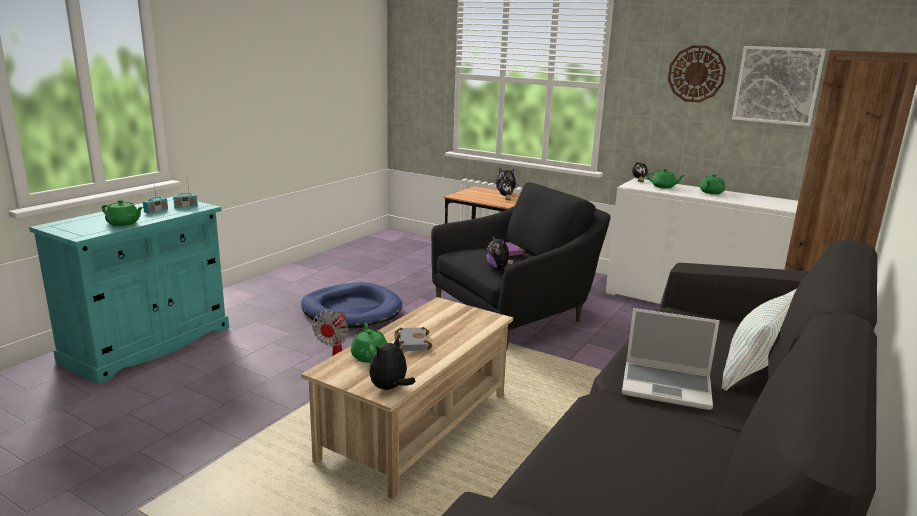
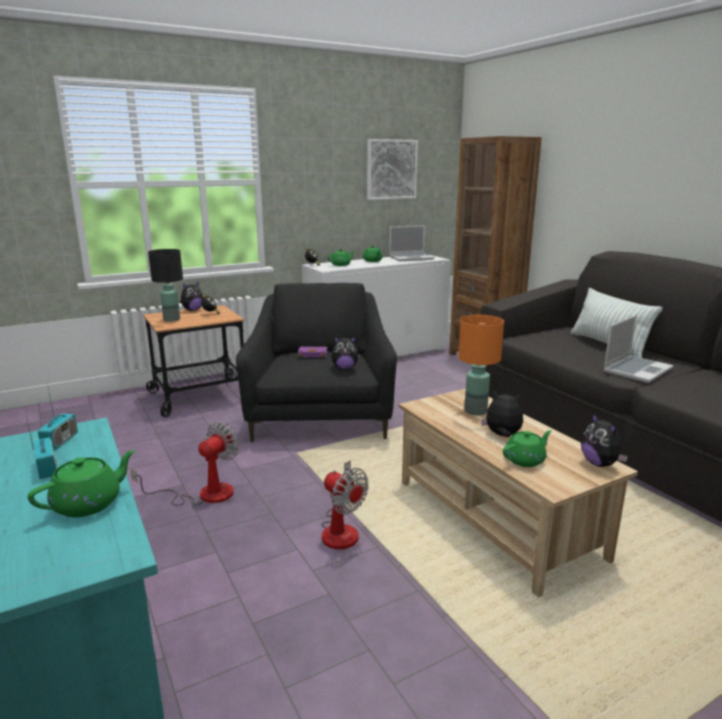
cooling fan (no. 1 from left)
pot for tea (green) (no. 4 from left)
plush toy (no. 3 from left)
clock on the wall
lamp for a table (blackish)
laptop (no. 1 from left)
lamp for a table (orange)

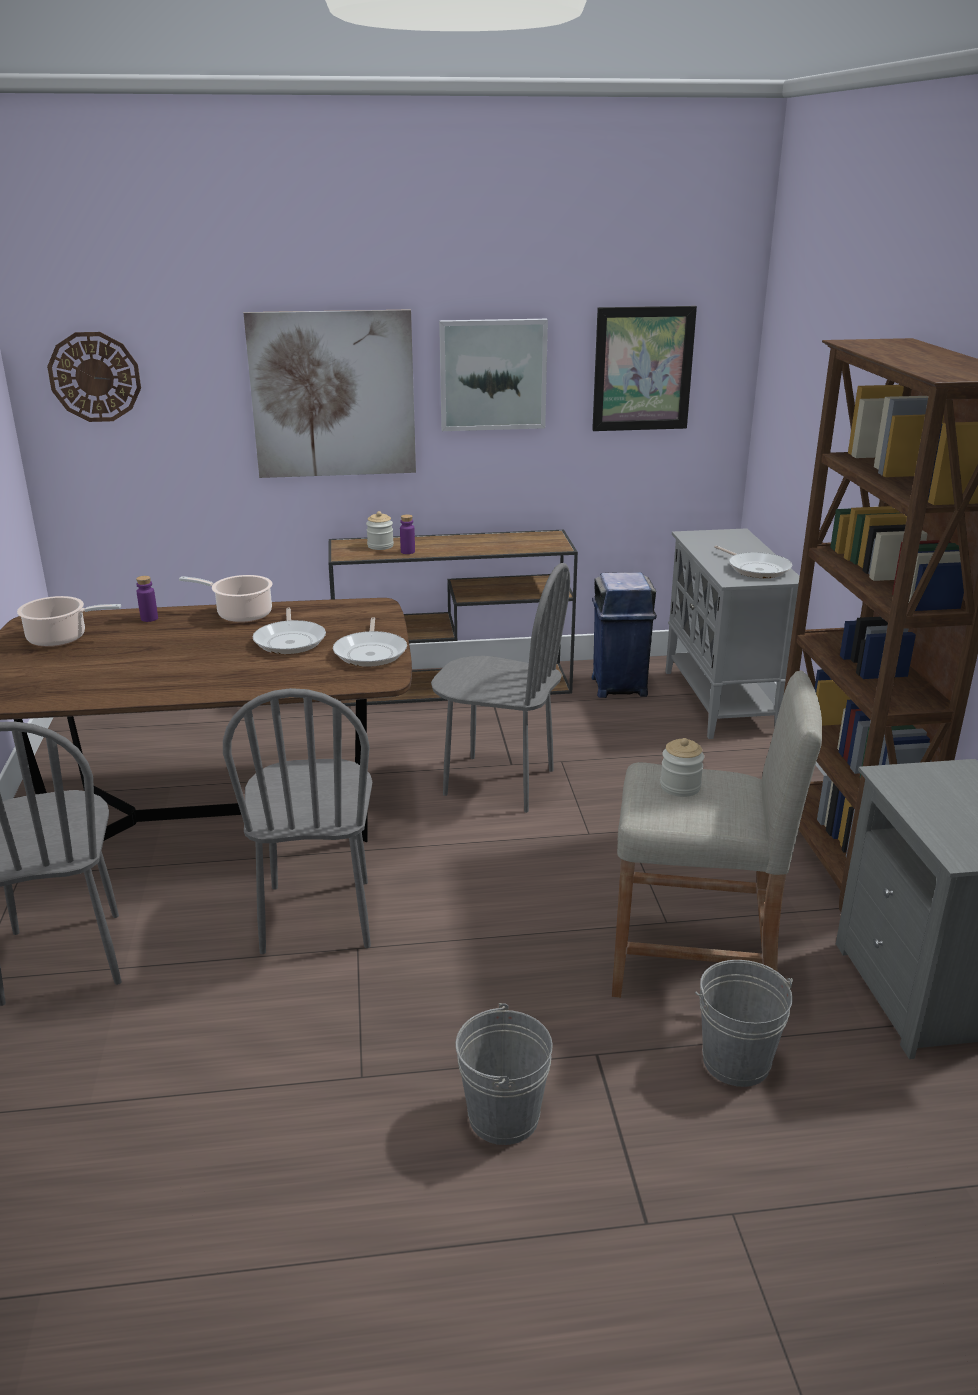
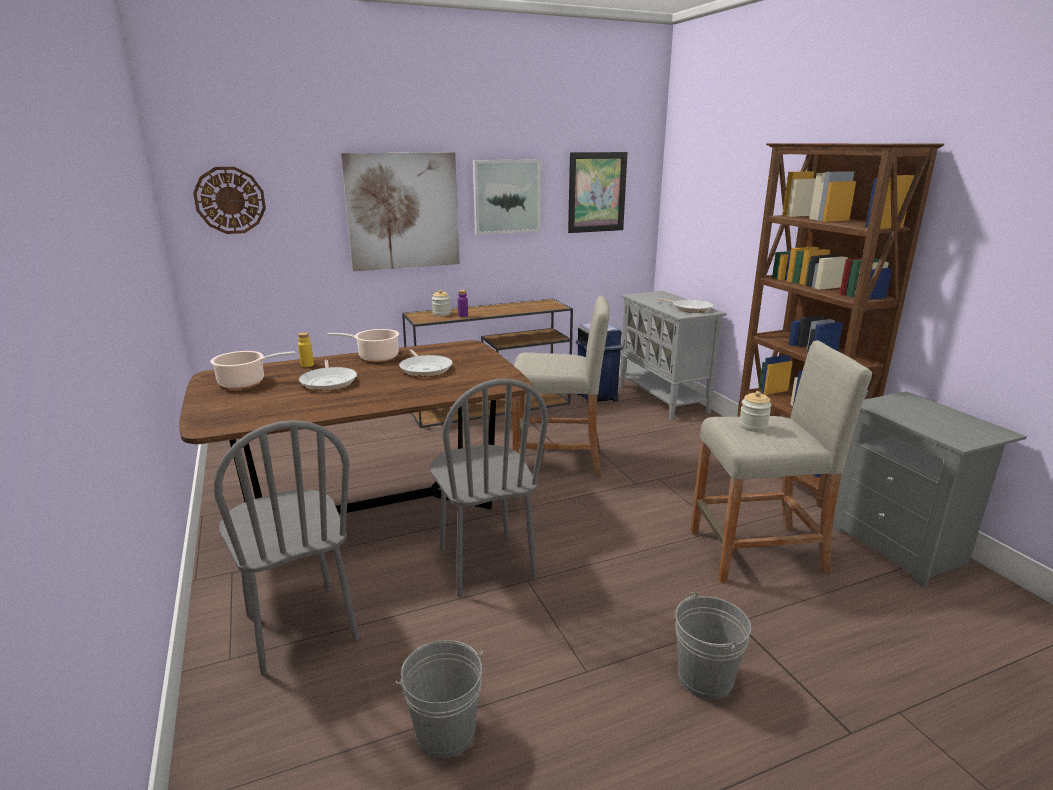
beverage bottle (yellow-coloured)
skillet (no. 1 from left)
sitting stool (beige) (no. 1 from left)
bucket (grey) (no. 1 from left)

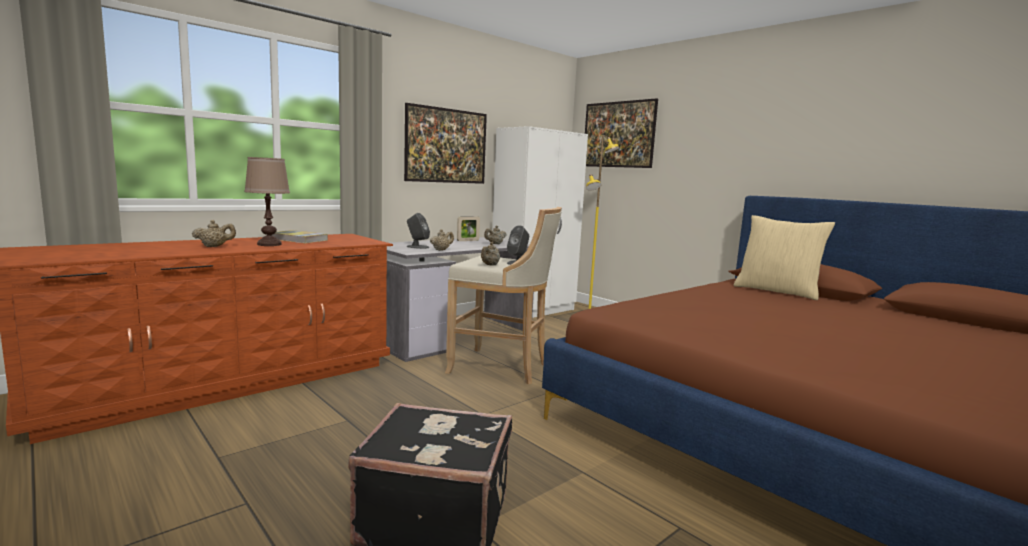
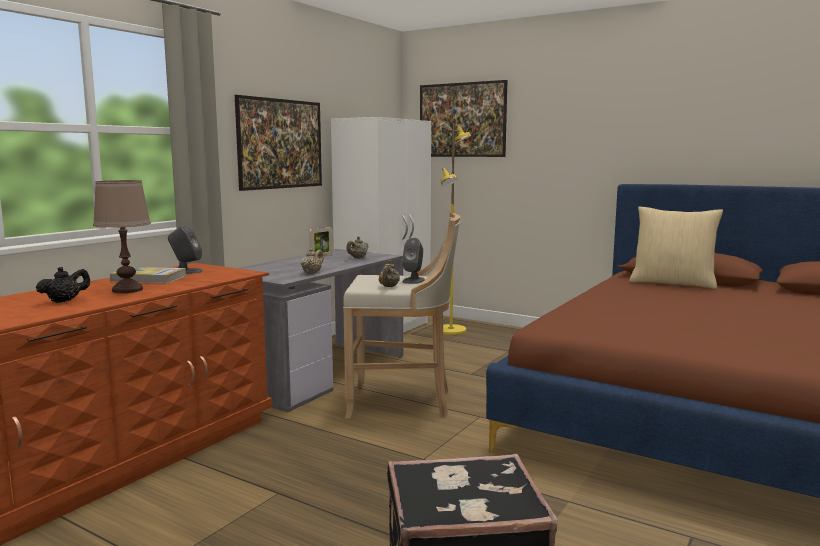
pot for tea (blackish)
audio speaker (grey) (no. 1 from left)

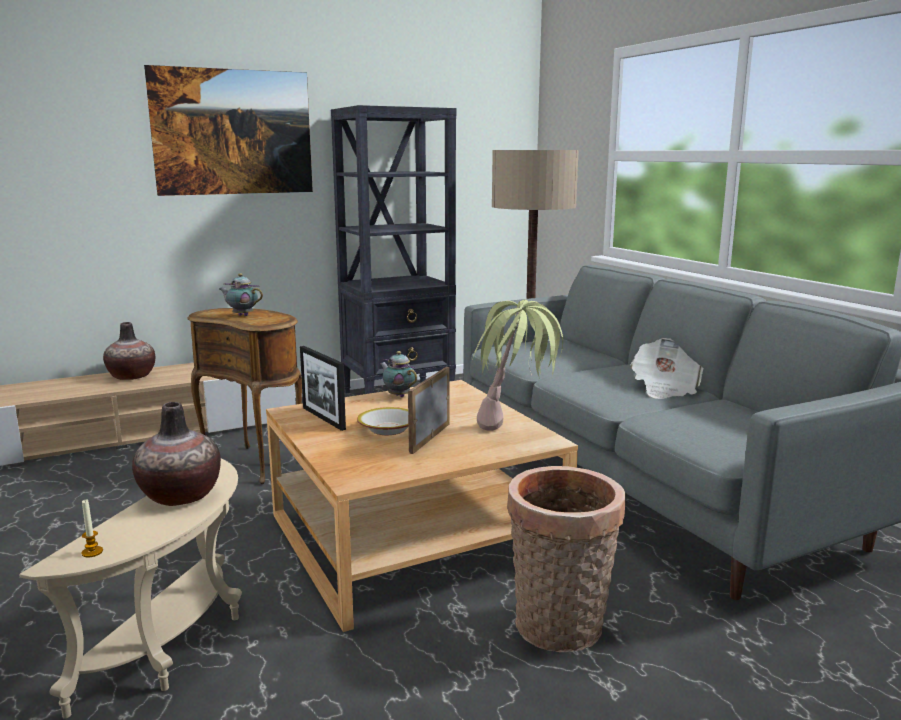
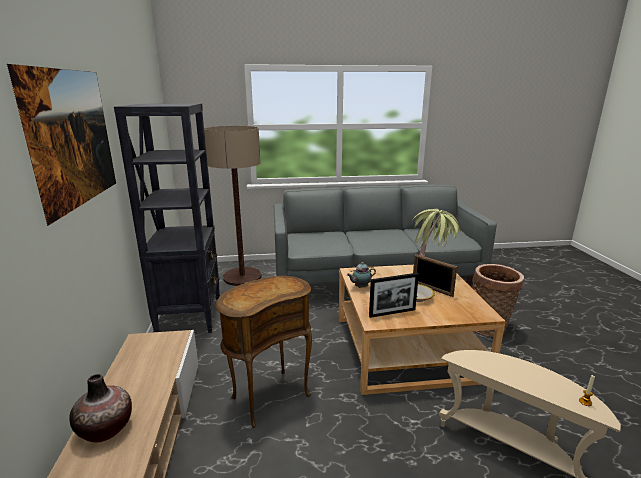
vase (no. 2 from left in the first image)
pot for tea (no. 1 from left in the first image)
newspaper

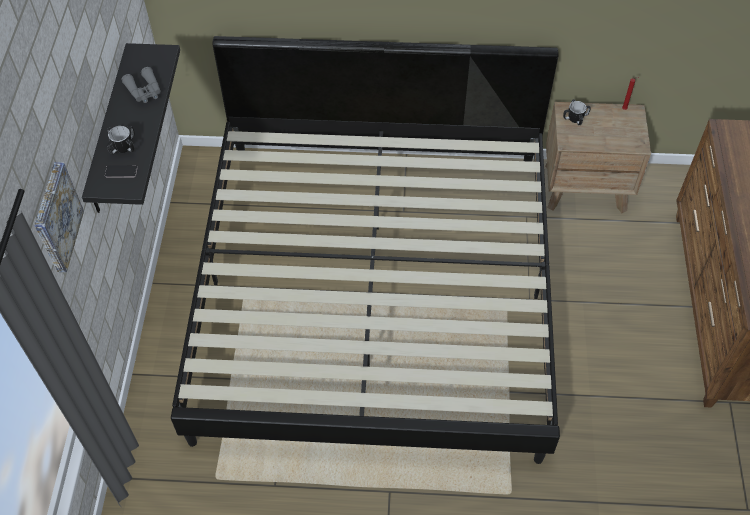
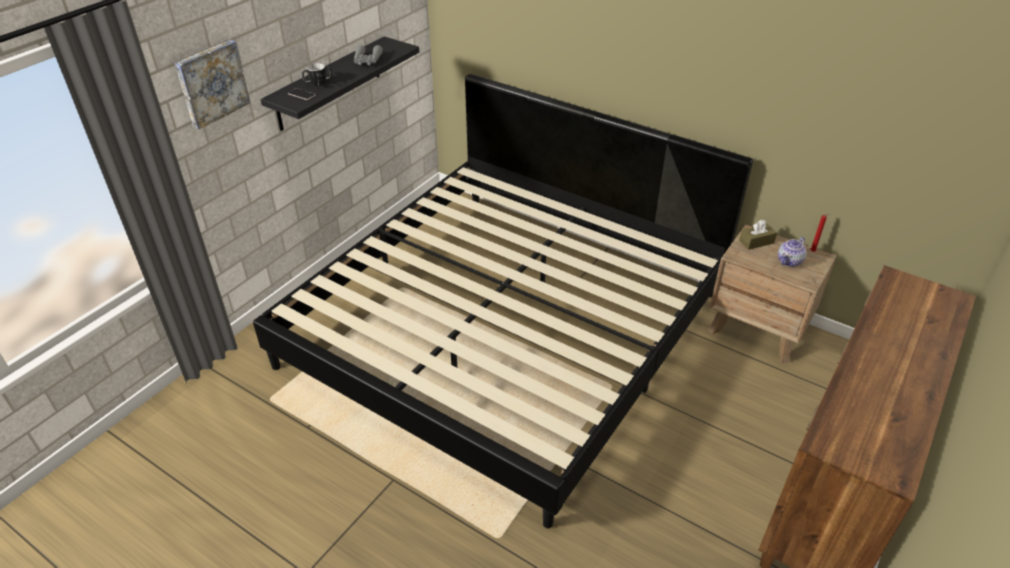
tissue holder (brownish)
pot for tea

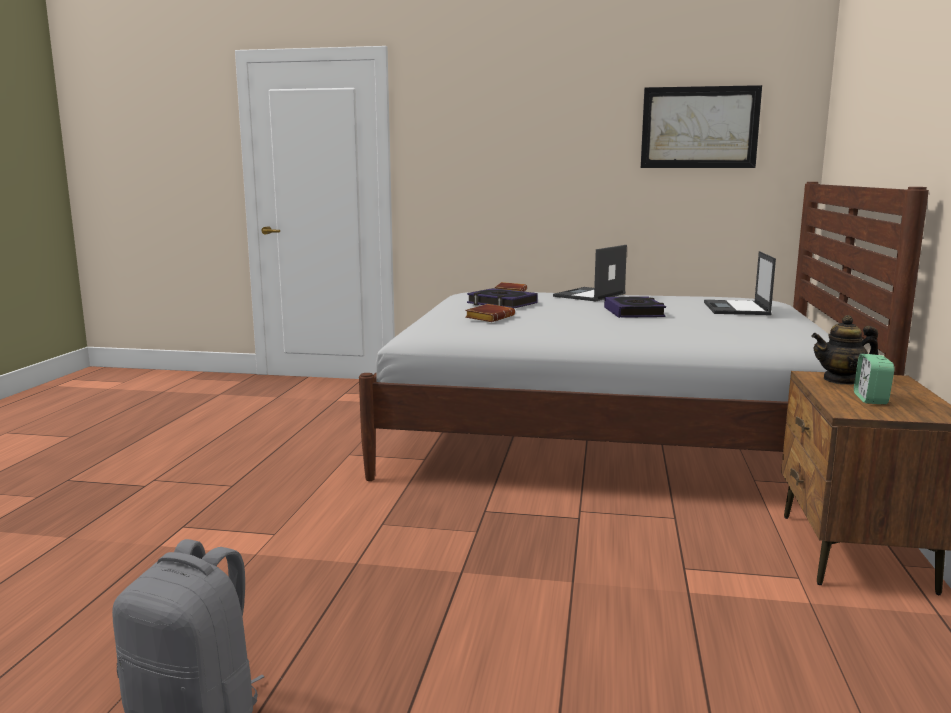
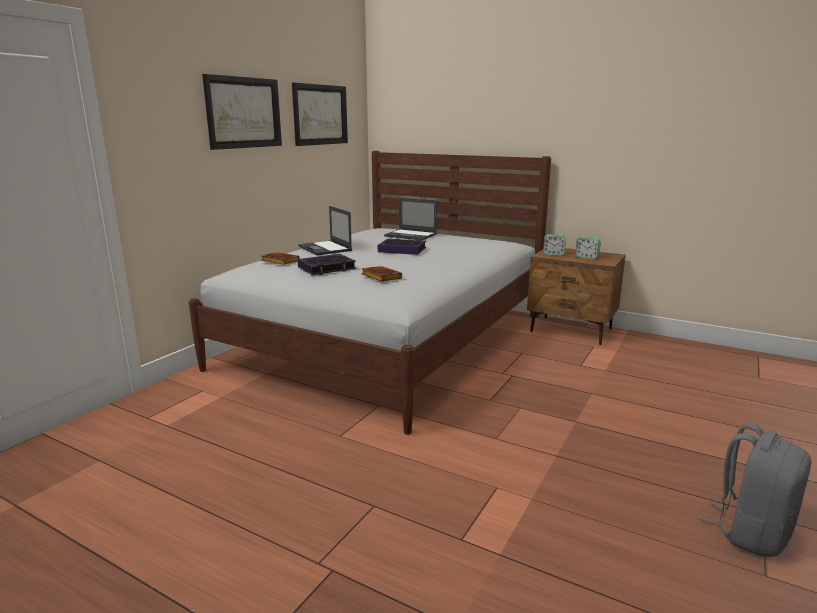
alarm clock (no. 1 from left)
wall picture (no. 1 from left)

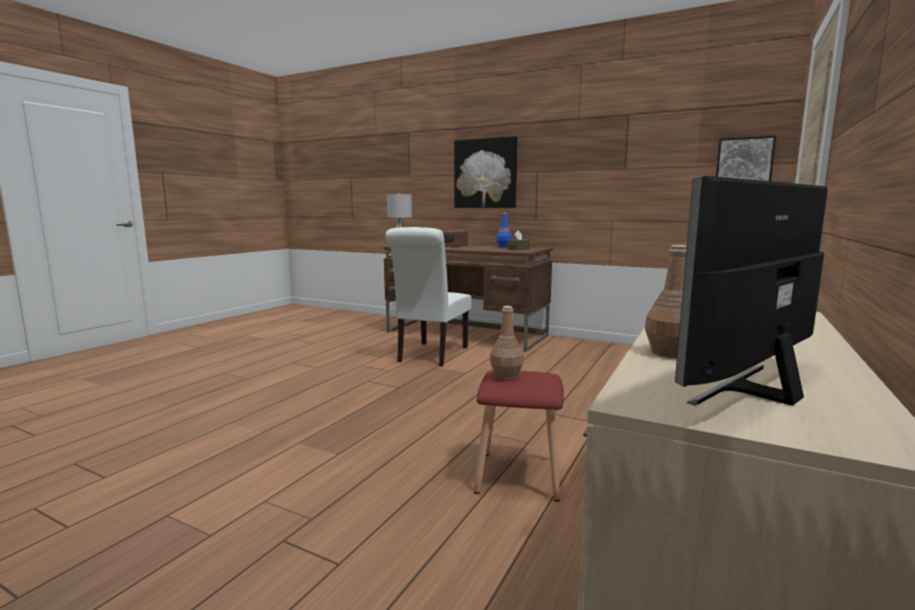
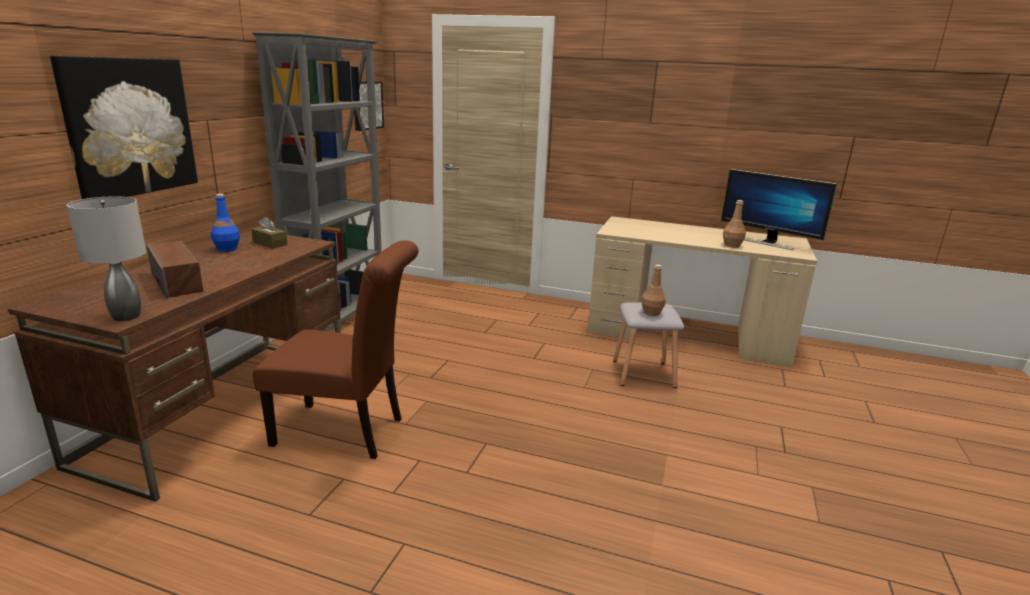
upright chair (brownish)
sitting stool (grey)
shelving unit (grey)

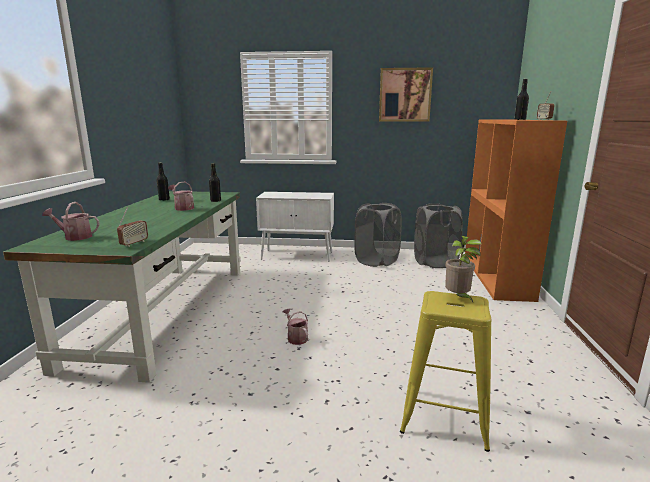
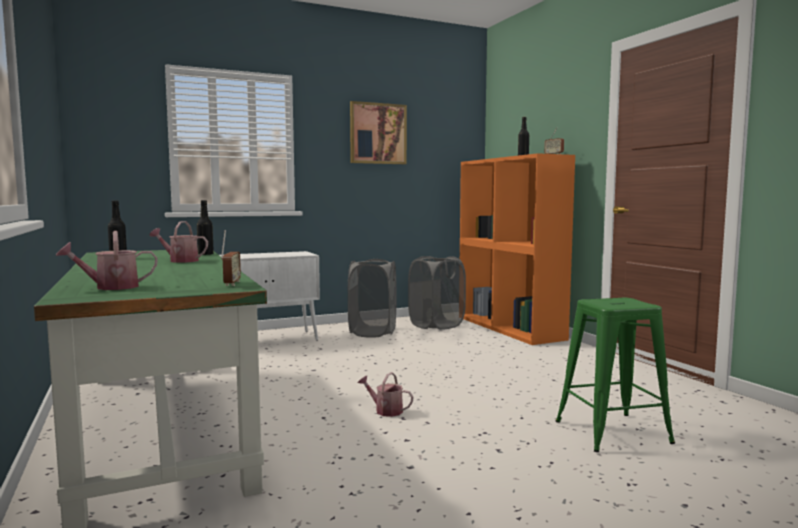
sitting stool (green)
potted plant

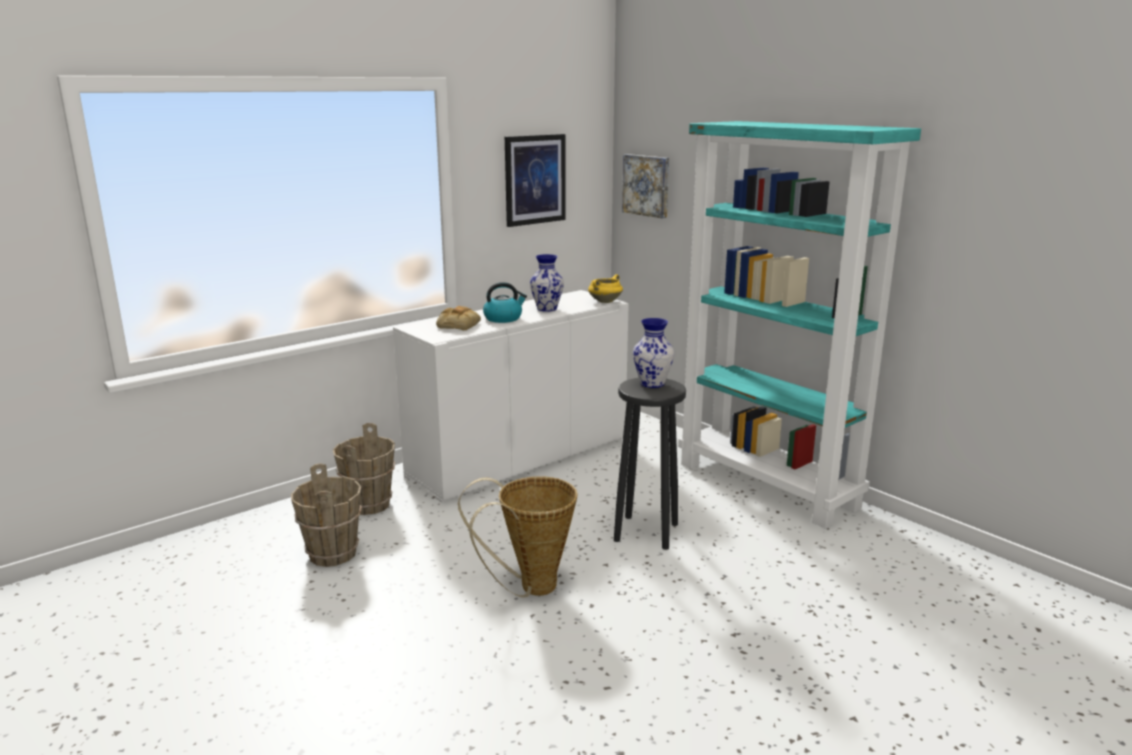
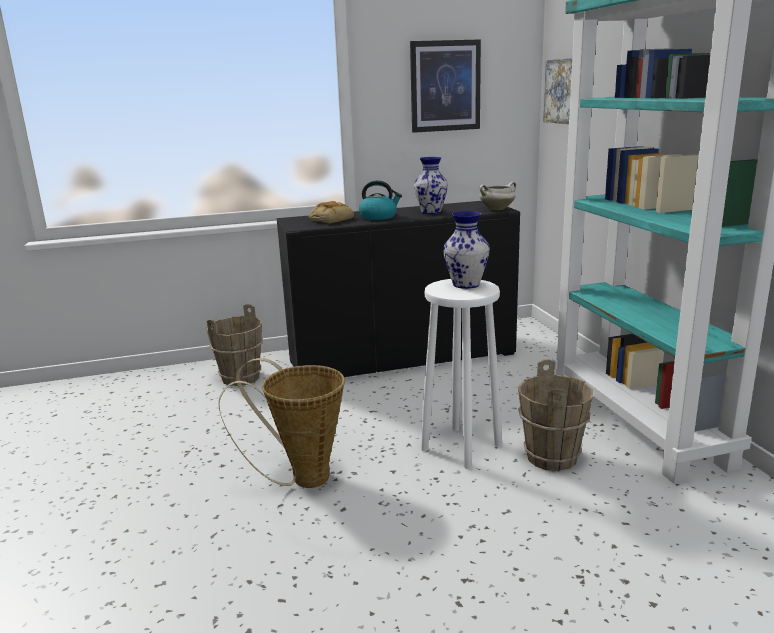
bucket (brownish) (no. 2 from left)
storage cabinet (blackish)
cooking pot (white)
sitting stool (white)

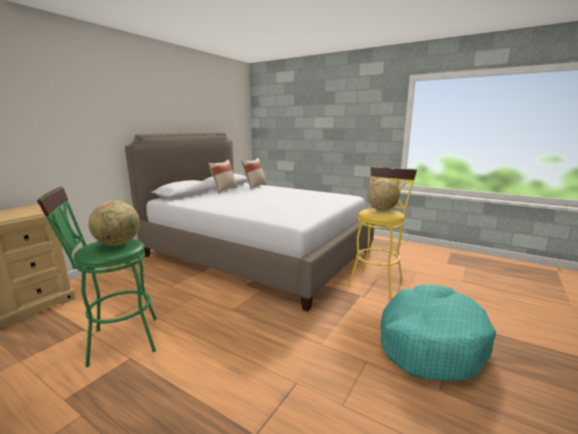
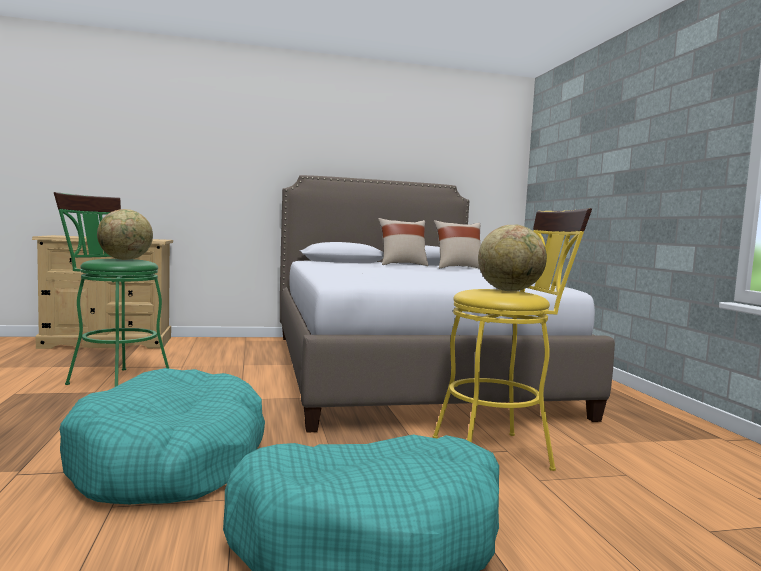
dog bed (turquoise-coloured) (no. 1 from left)

